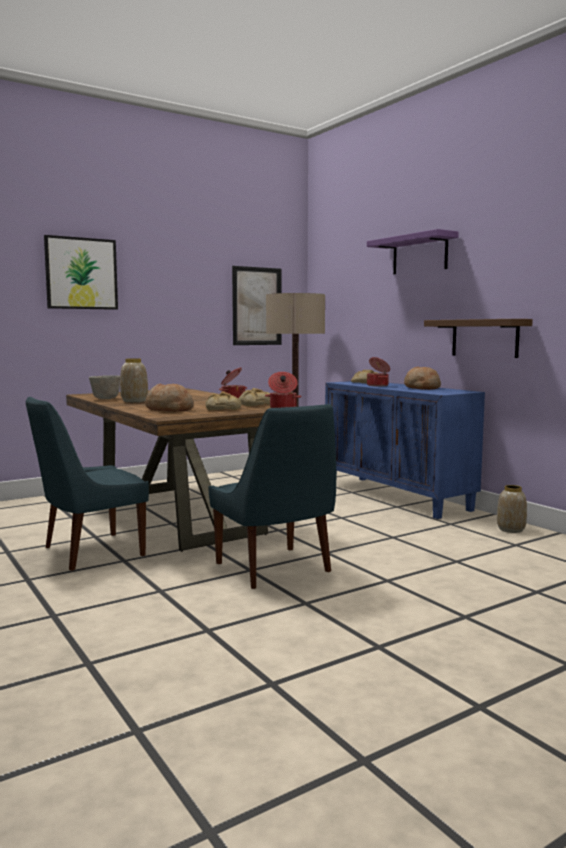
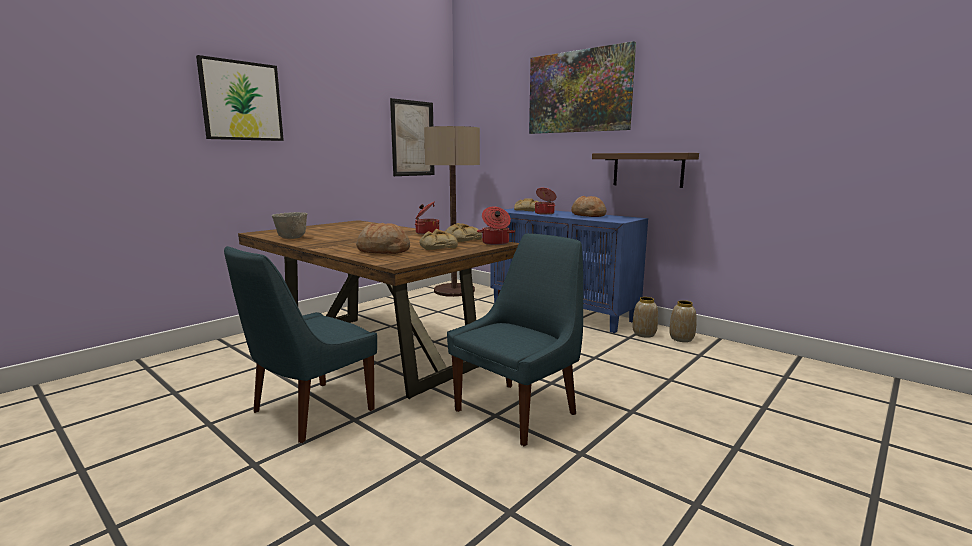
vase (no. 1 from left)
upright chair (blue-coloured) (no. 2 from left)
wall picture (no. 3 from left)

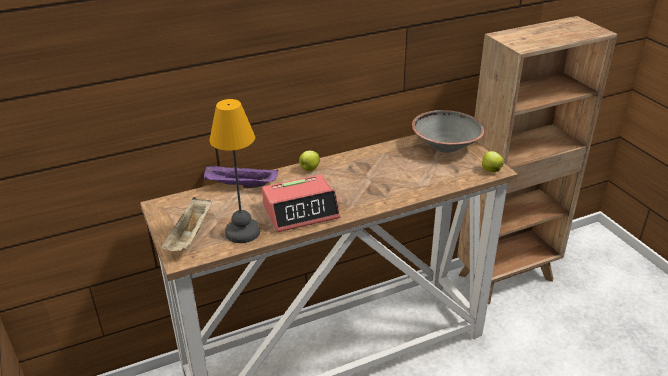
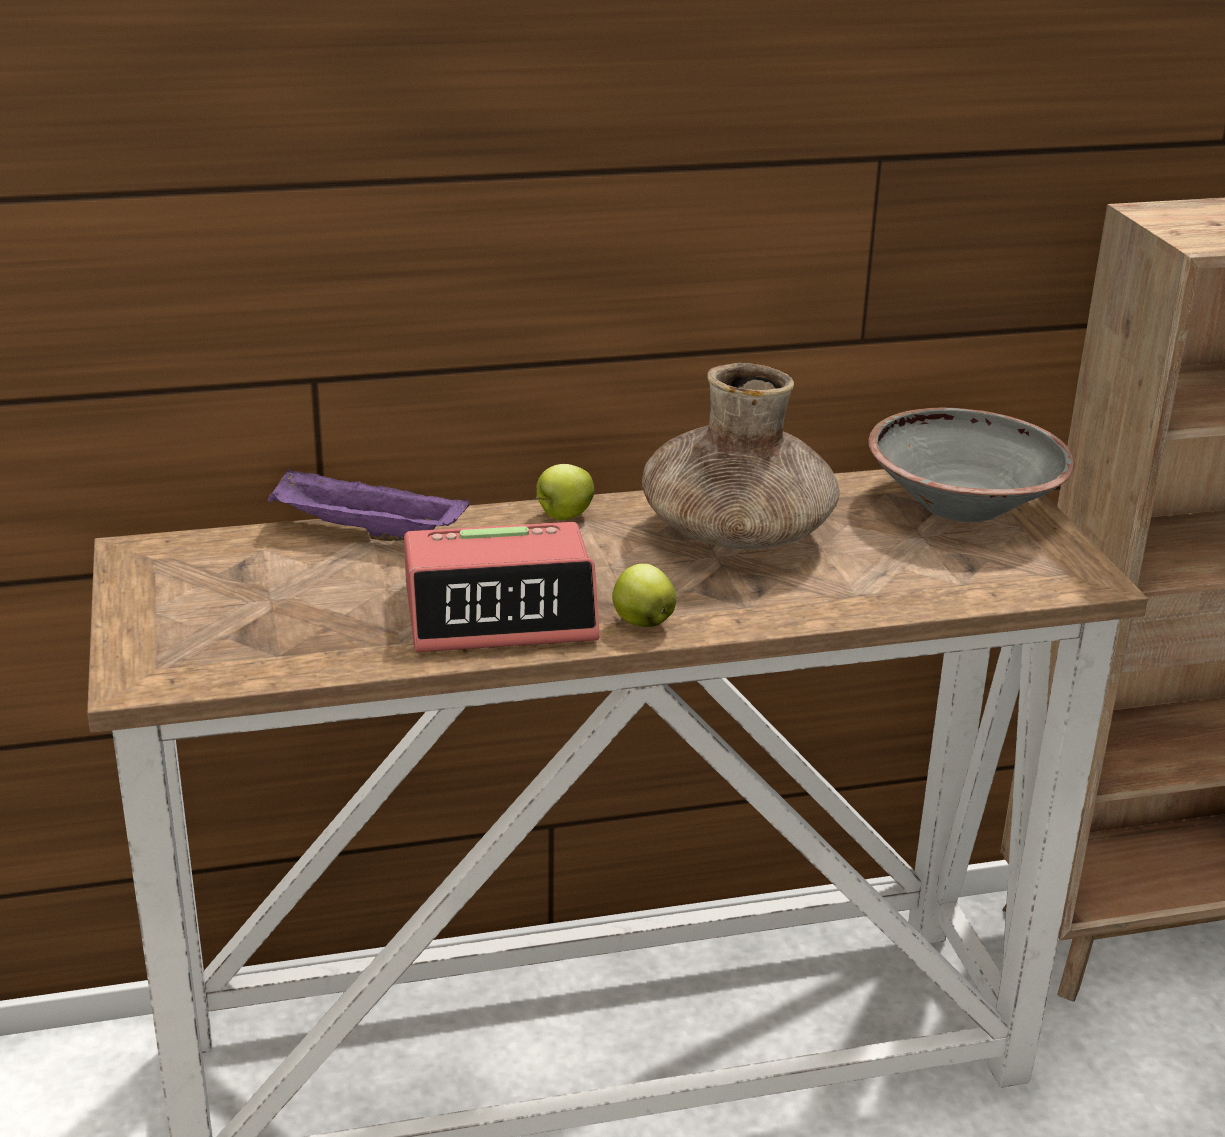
carrying tray (beige)
lamp for a table
apple fruit (no. 2 from left)
vase (brownish)

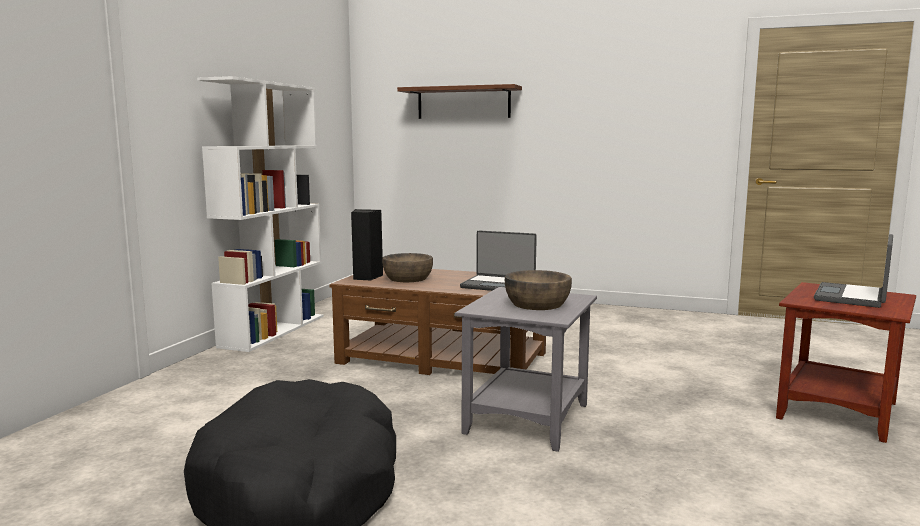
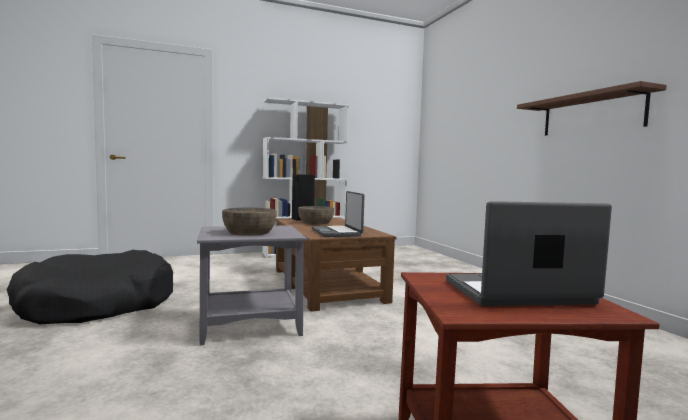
shelf (brownish)

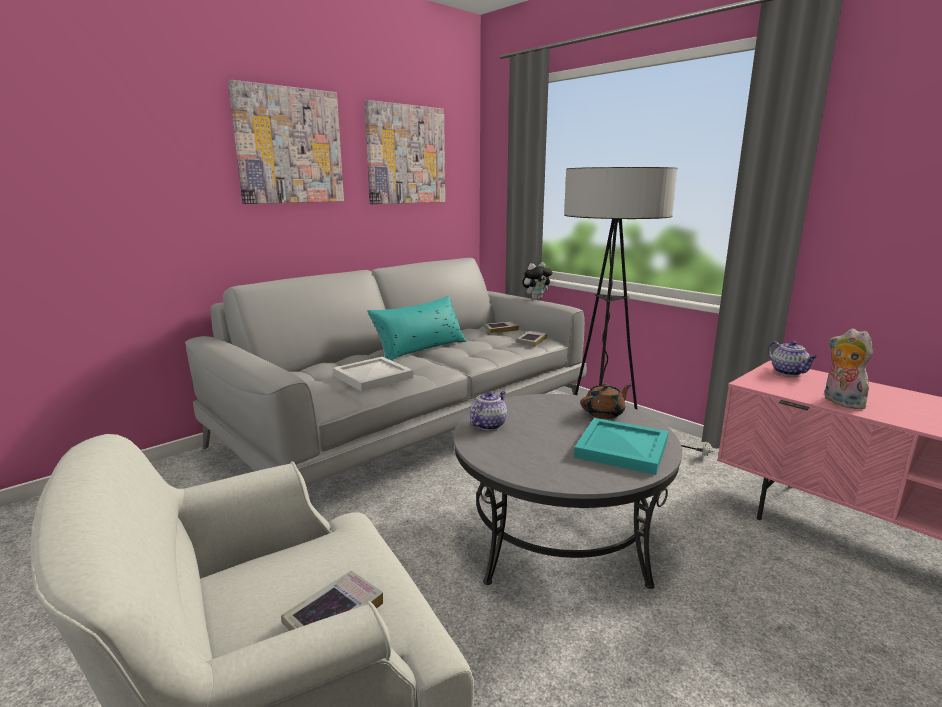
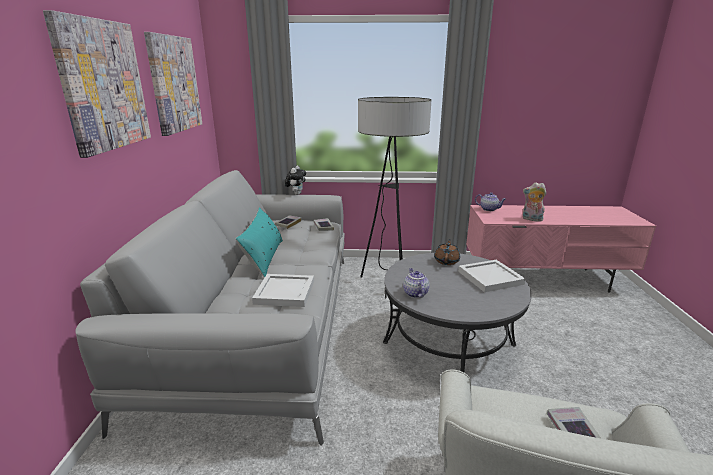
carrying tray (white) (no. 2 from left)

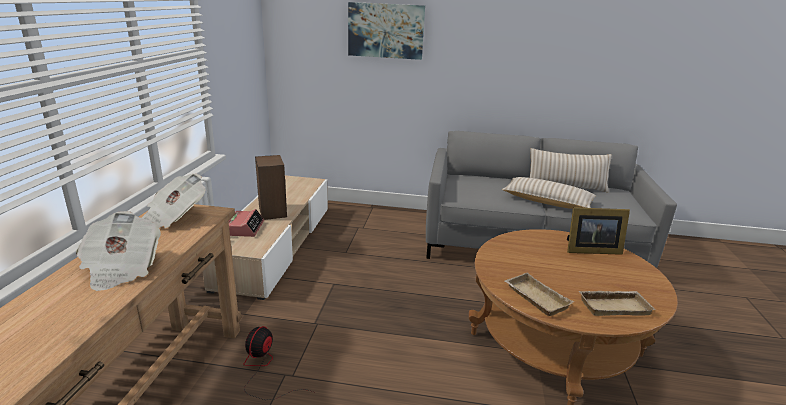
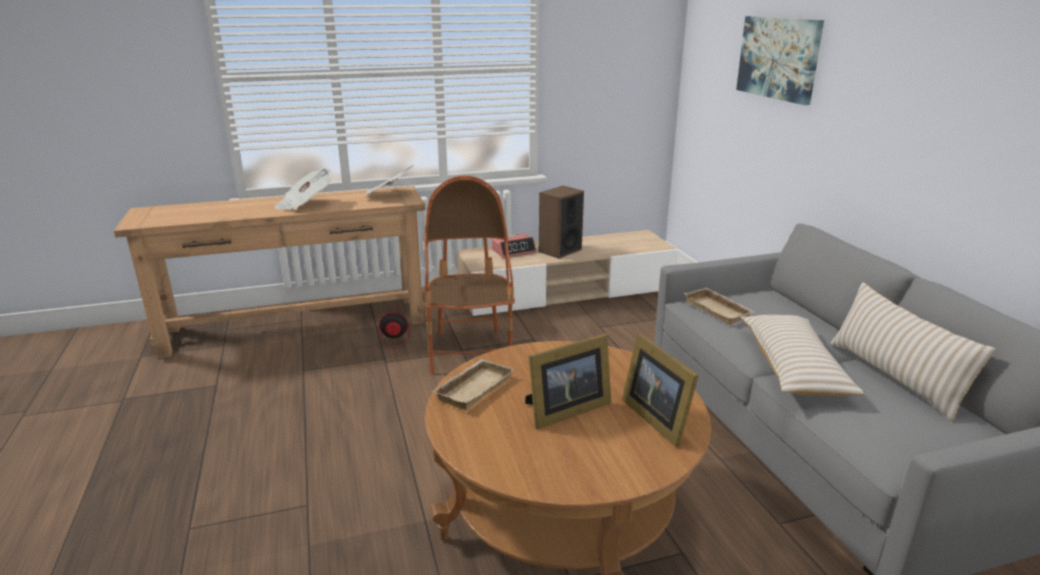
carrying tray (beige) (no. 2 from left)
easy chair
picture frame (no. 1 from left)

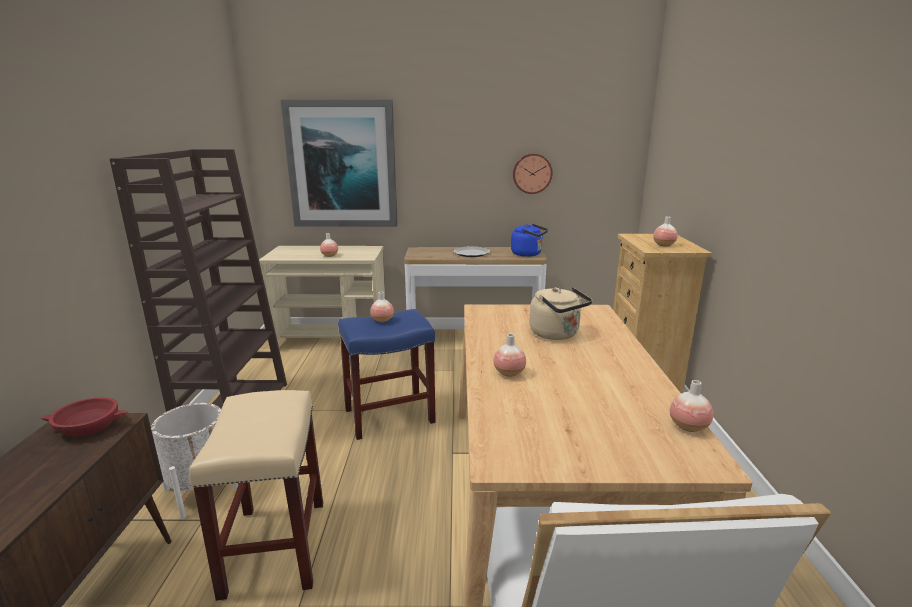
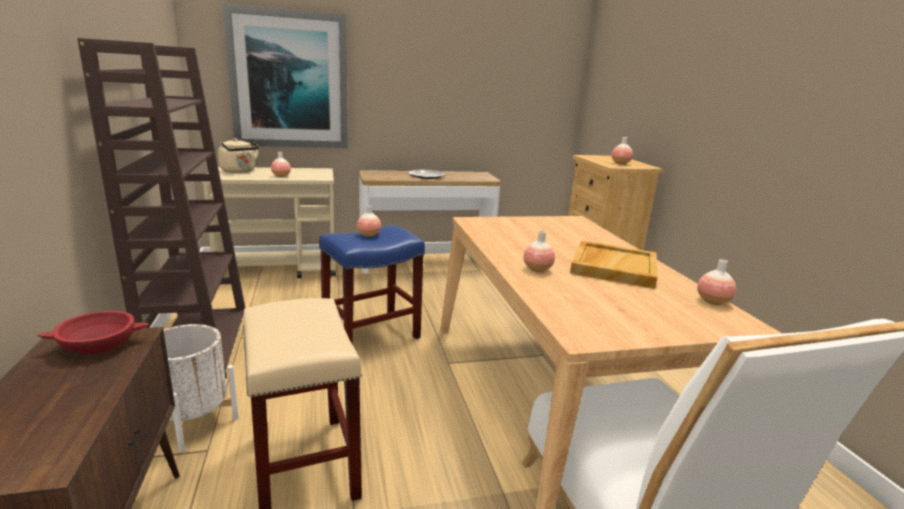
water kettle (blue-coloured)
clock on the wall
water kettle (beige)
carrying tray (beige)

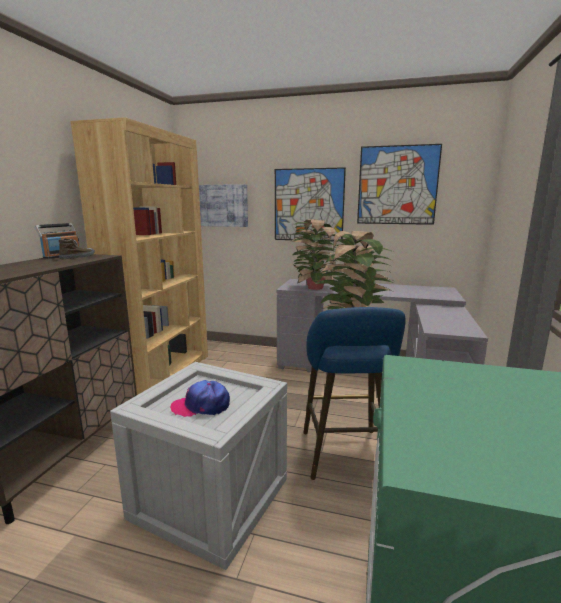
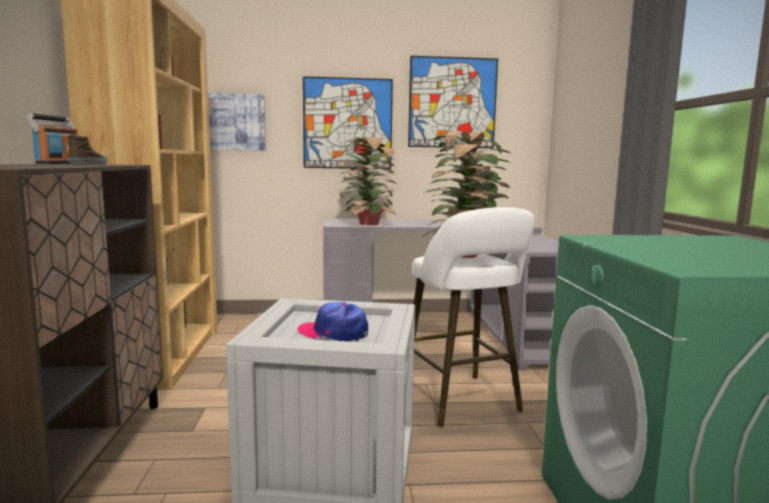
baseball cap
sitting stool (white)

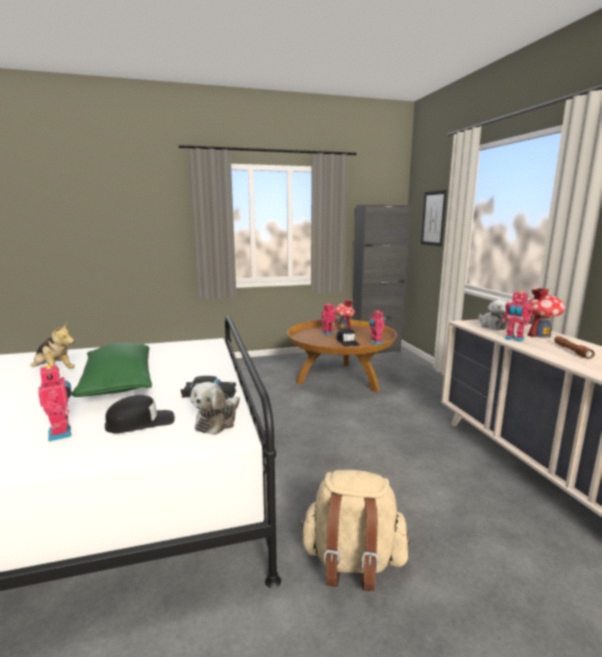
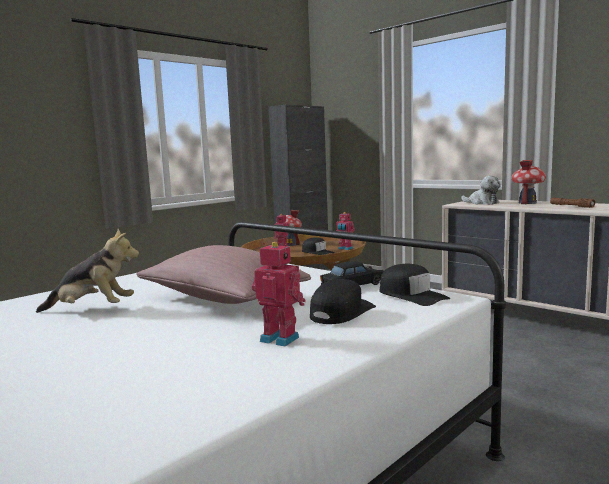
pillow (pinkish)
baseball cap (blackish) (no. 3 from left)
knapsack (beige)
wall picture
robot figure (no. 4 from left in the first image)

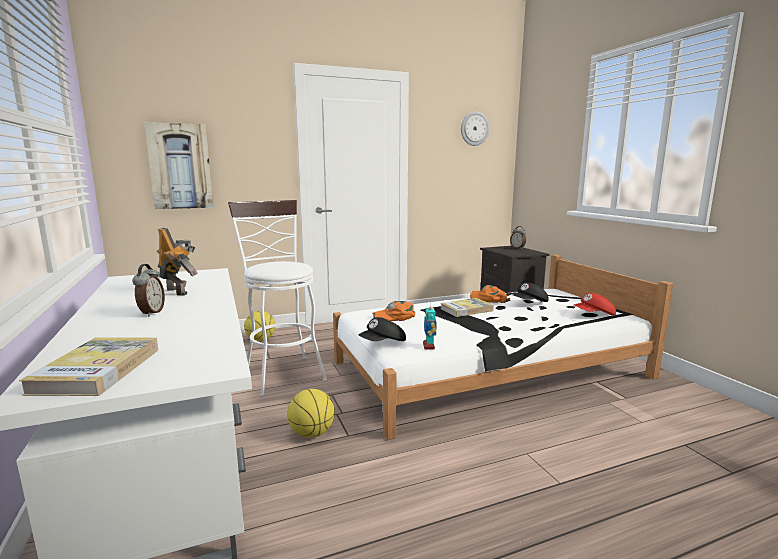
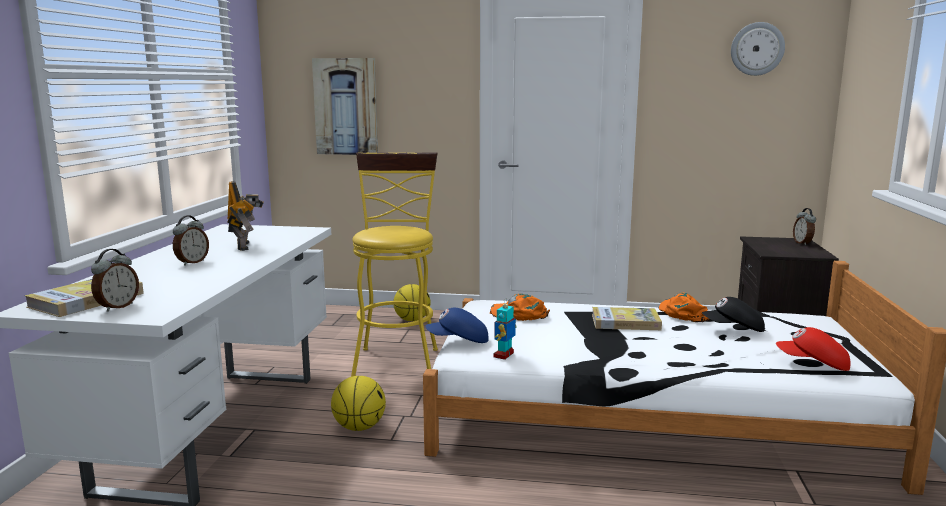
sitting stool (yellow-coloured)
baseball cap (blue-coloured)
alarm clock (no. 1 from left)

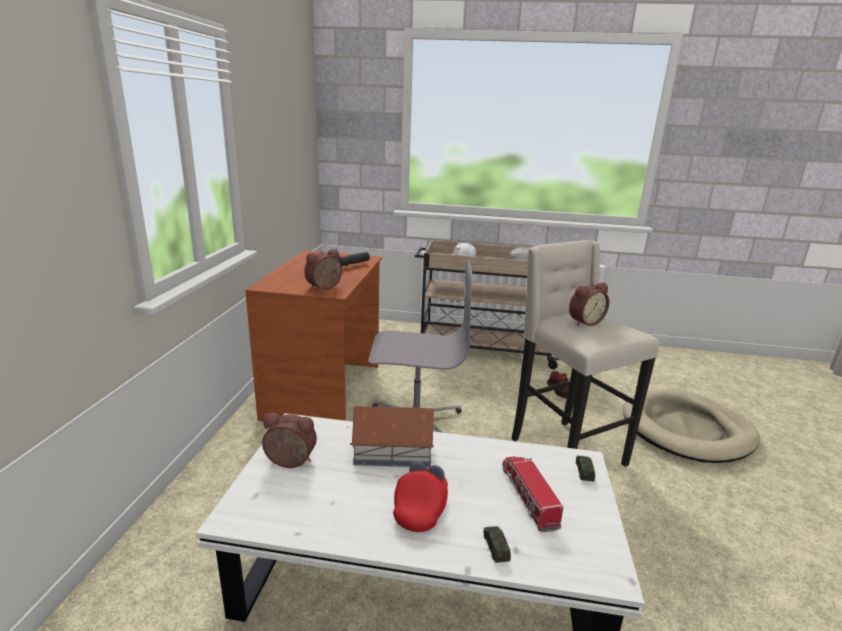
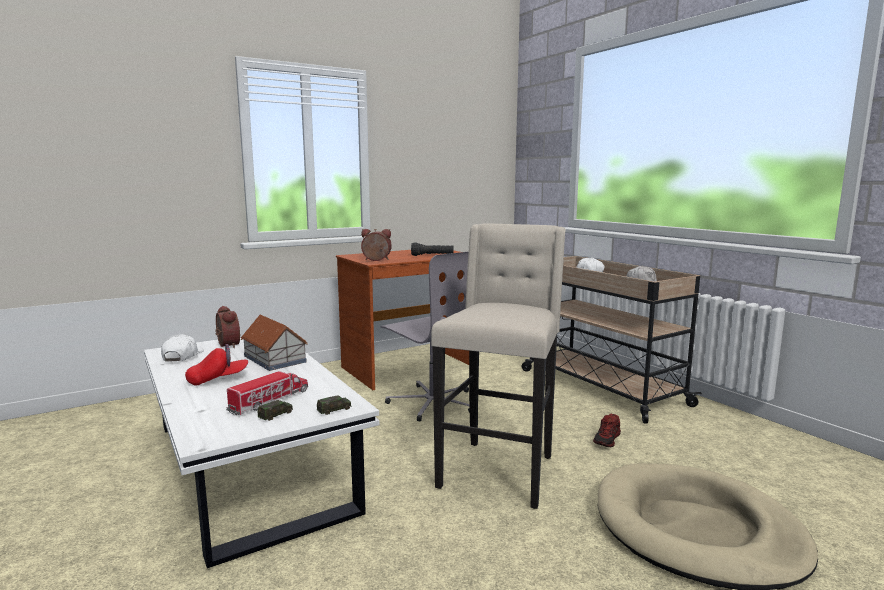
miniature car (no. 1 from left)
alarm clock (no. 3 from left in the first image)
baseball cap (white) (no. 1 from left)

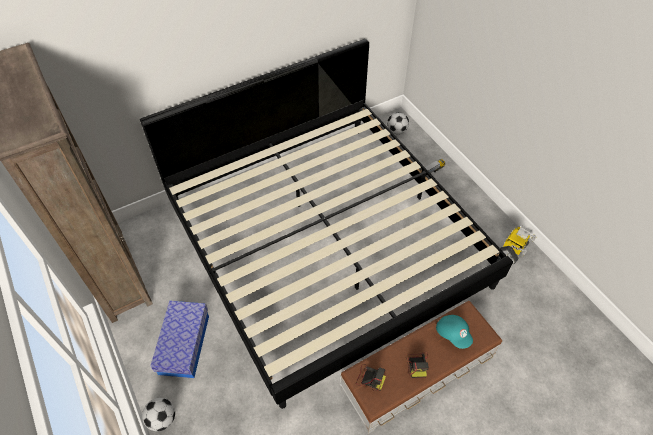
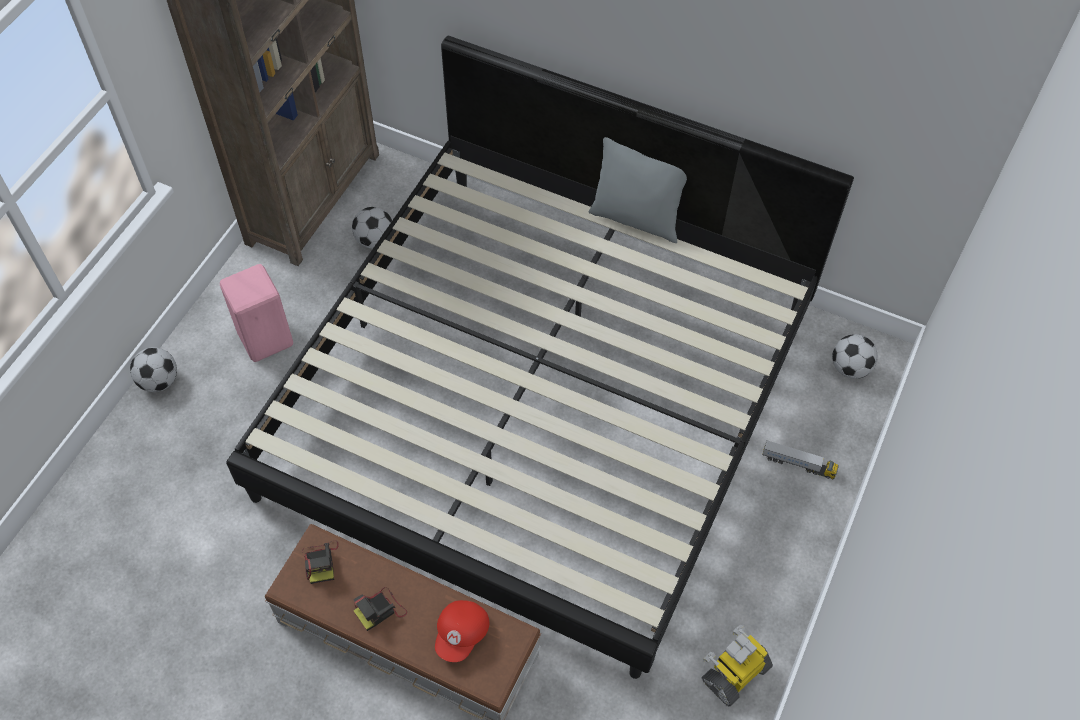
sitting stool (pinkish)
baseball cap (red-coloured)
robot figure
football (no. 2 from left)
pillow (grey)

